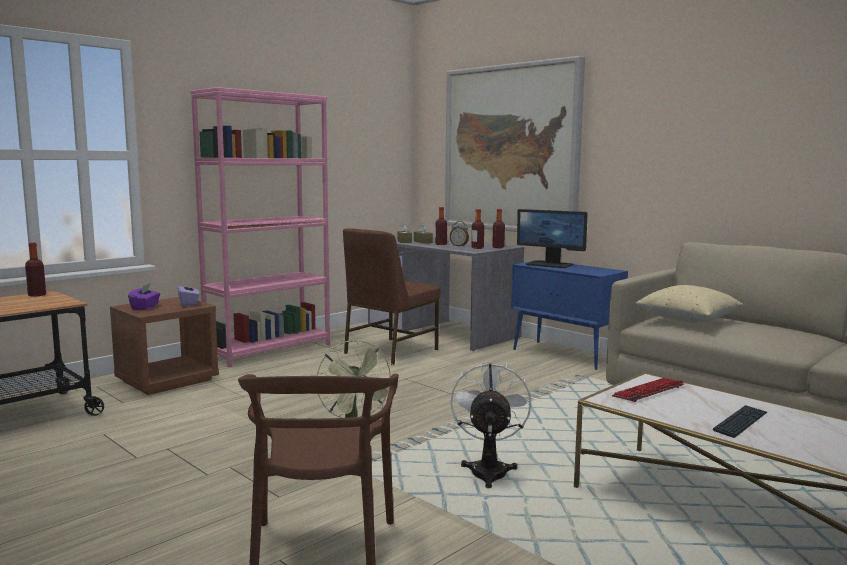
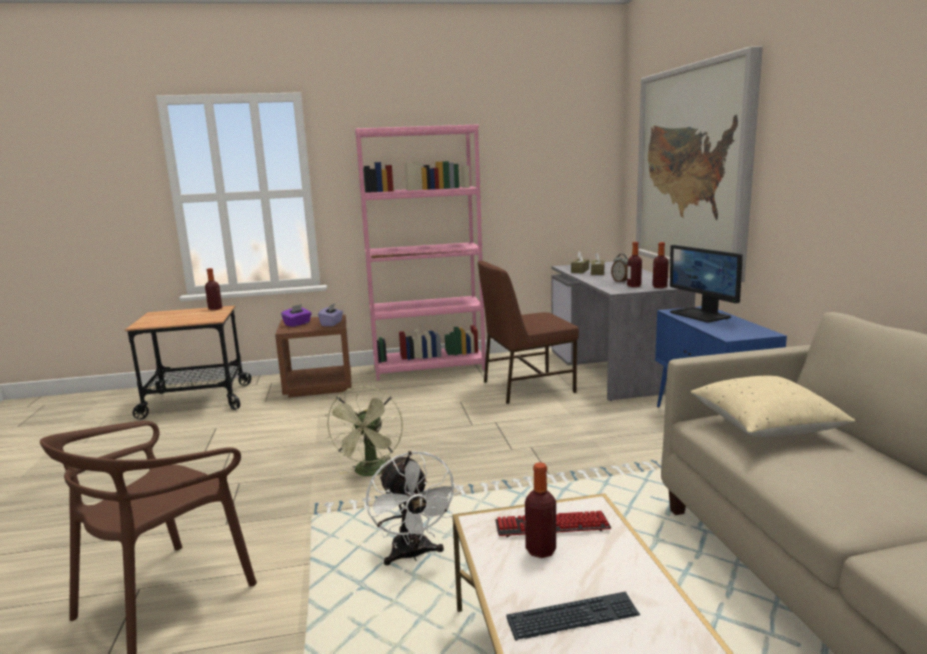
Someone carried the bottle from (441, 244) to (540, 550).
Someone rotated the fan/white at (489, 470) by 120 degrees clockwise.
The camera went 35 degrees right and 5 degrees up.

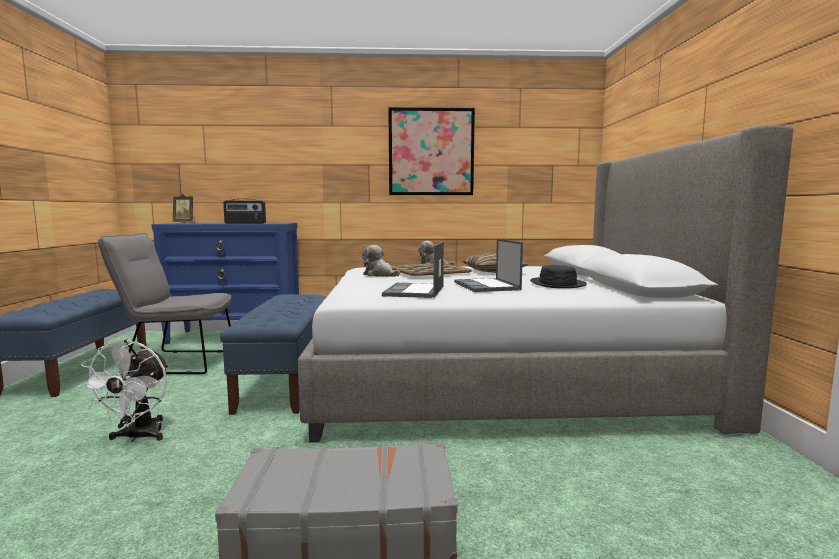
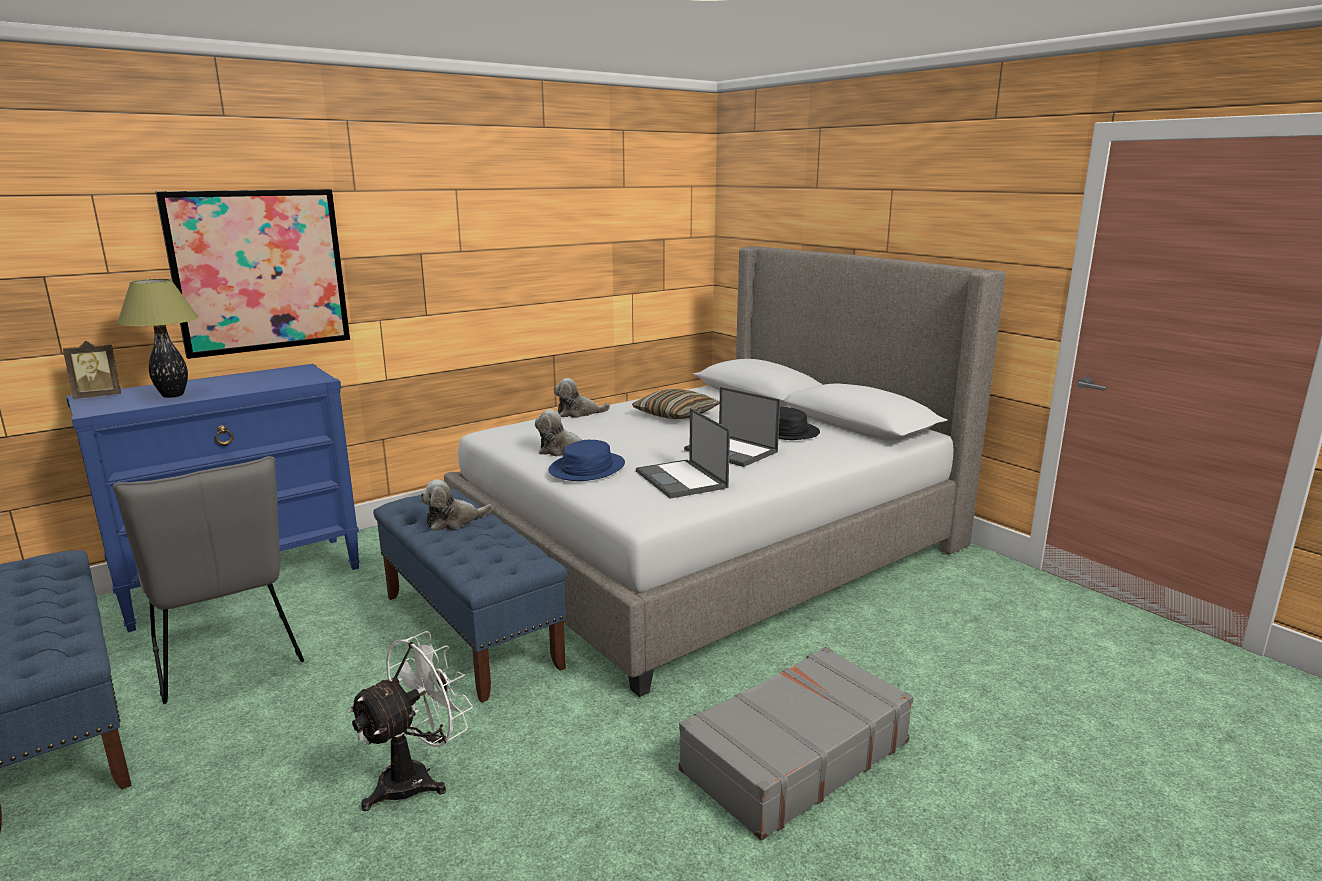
Someone took away the radio at (245, 223).
Someone took away the tray at (428, 270).
Someone put down the table lamp at (173, 395).
Someone put down the plush toy at (453, 521).
Someone put down the hat/blue at (587, 468).
Someone carried the picture from (431, 152) to (259, 271).
Someone rotated the fan/white at (138, 437) by 105 degrees counterclockwise.
Someone rotated the chair/grey at (175, 362) by 90 degrees counterclockwise.
The camera went 35 degrees left and 10 degrees up.

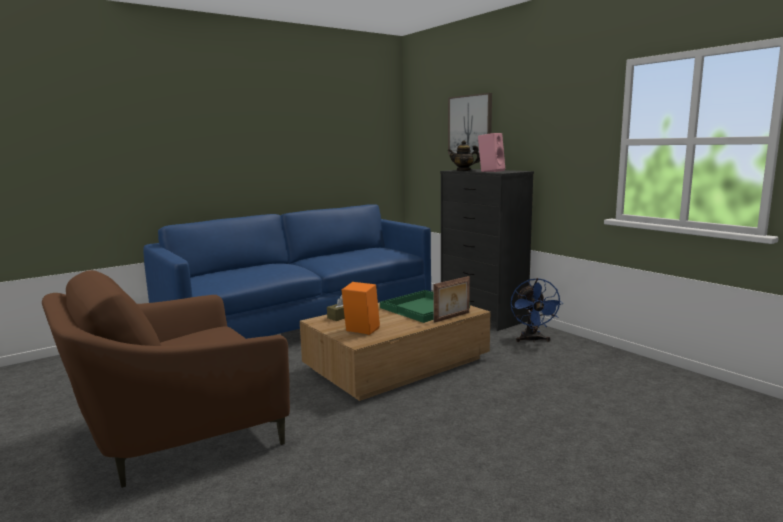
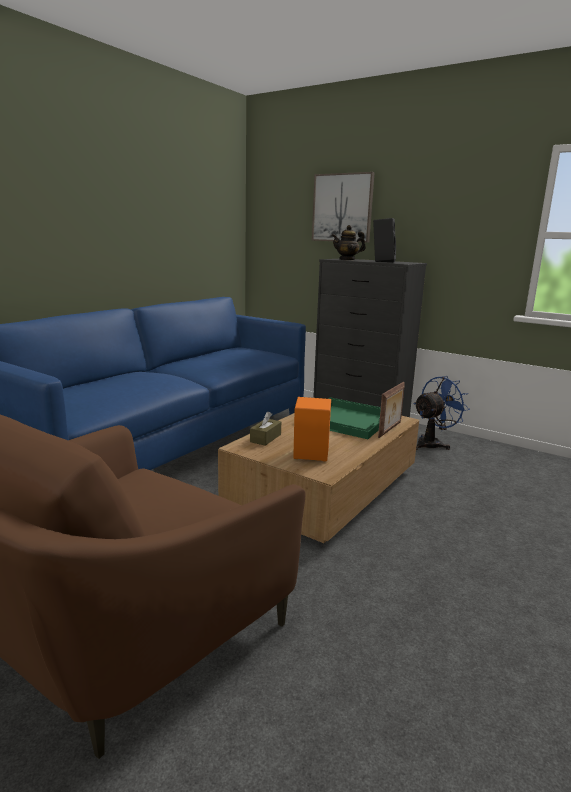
Someone repainted the speaker/pink at (491, 171), which became the speaker/black at (382, 261).
Someone rotated the fan/blue at (532, 340) by 105 degrees counterclockwise.
The camera went 20 degrees left and 5 degrees up.

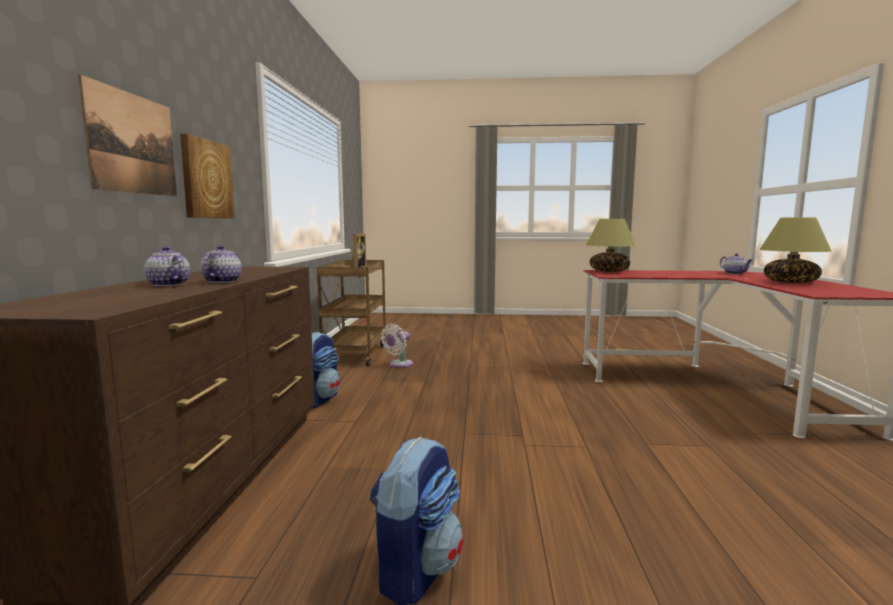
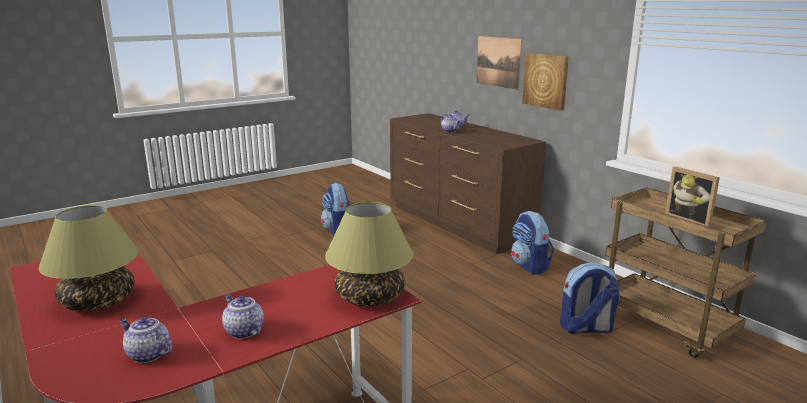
Someone put down the teapot at (243, 331).
Someone swapped the fan/white at (399, 364) for the backpack at (586, 328).
The camera went 140 degrees right and 10 degrees up.

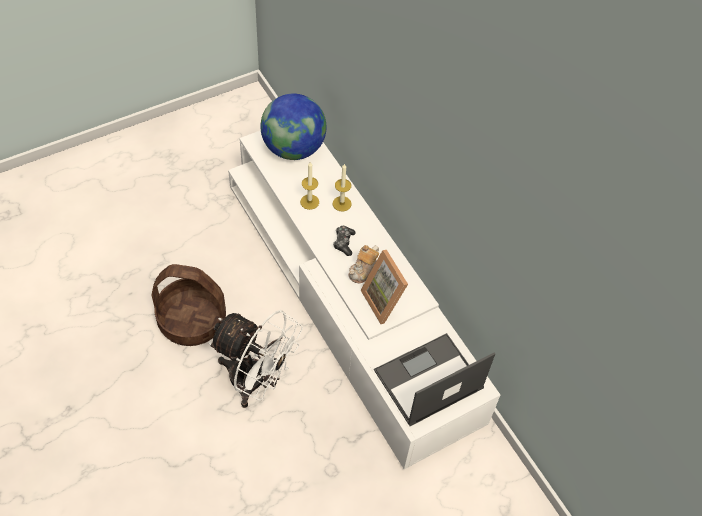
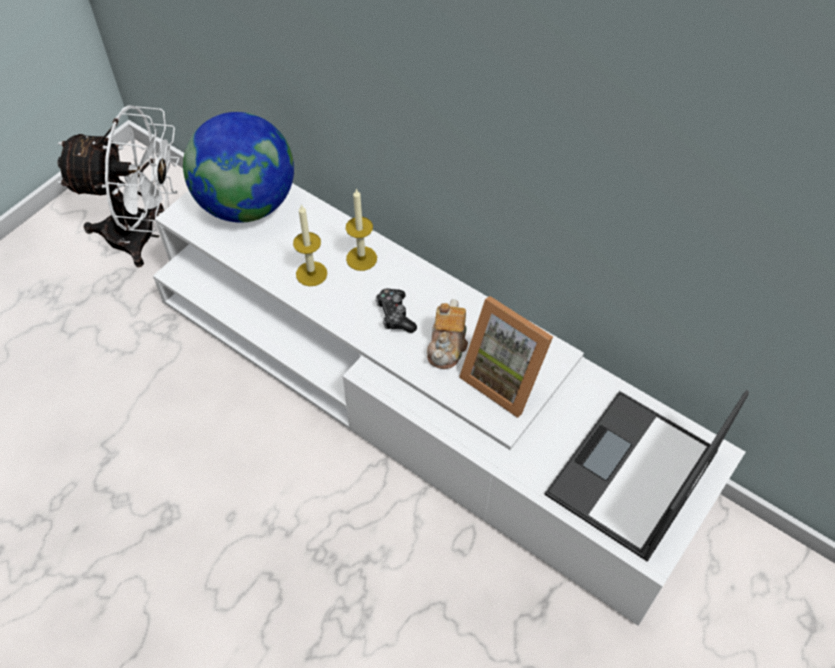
Someone took away the basket at (193, 319).
Someone carried the fan/white from (256, 382) to (144, 236).
The camera went 20 degrees left and 0 degrees up.

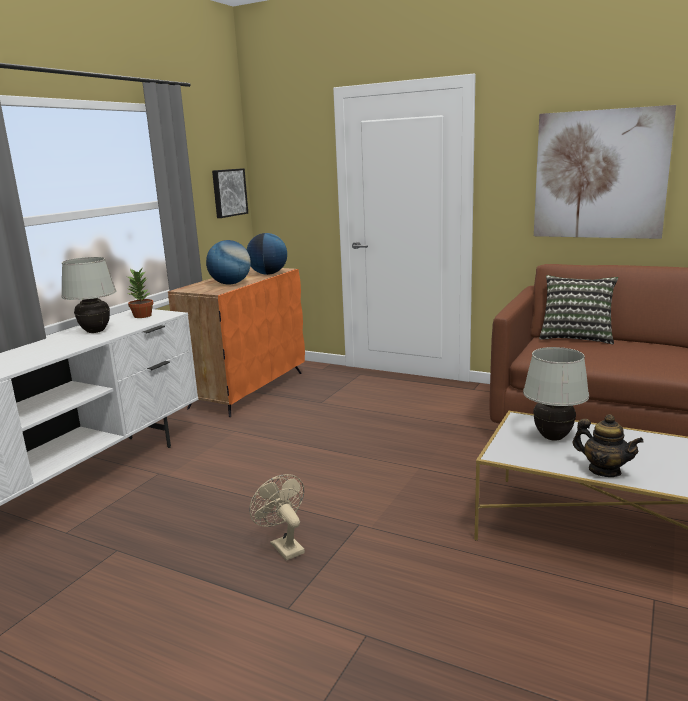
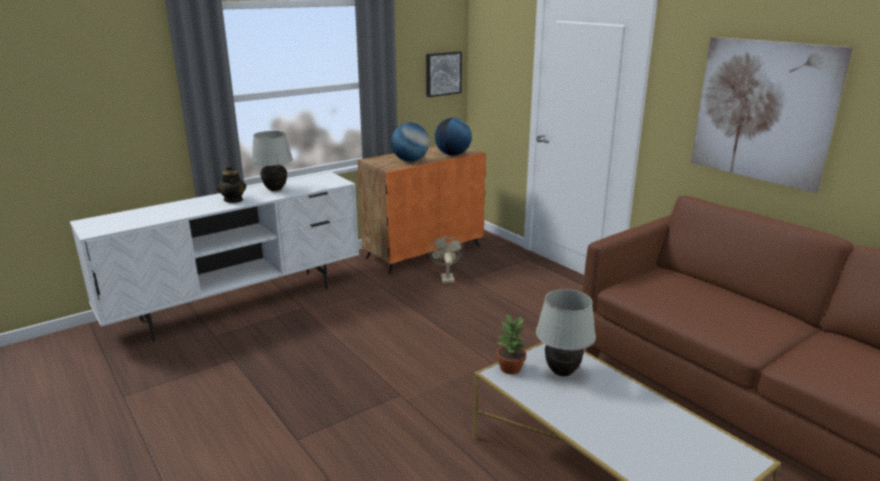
Someone took away the pillow at (576, 337).
Someone carried the potted plant from (142, 316) to (510, 368).
Someone carried the fan/beige from (283, 546) to (446, 277).
Someone carried the teapot from (604, 471) to (233, 200).
The camera went 25 degrees right and 5 degrees up.

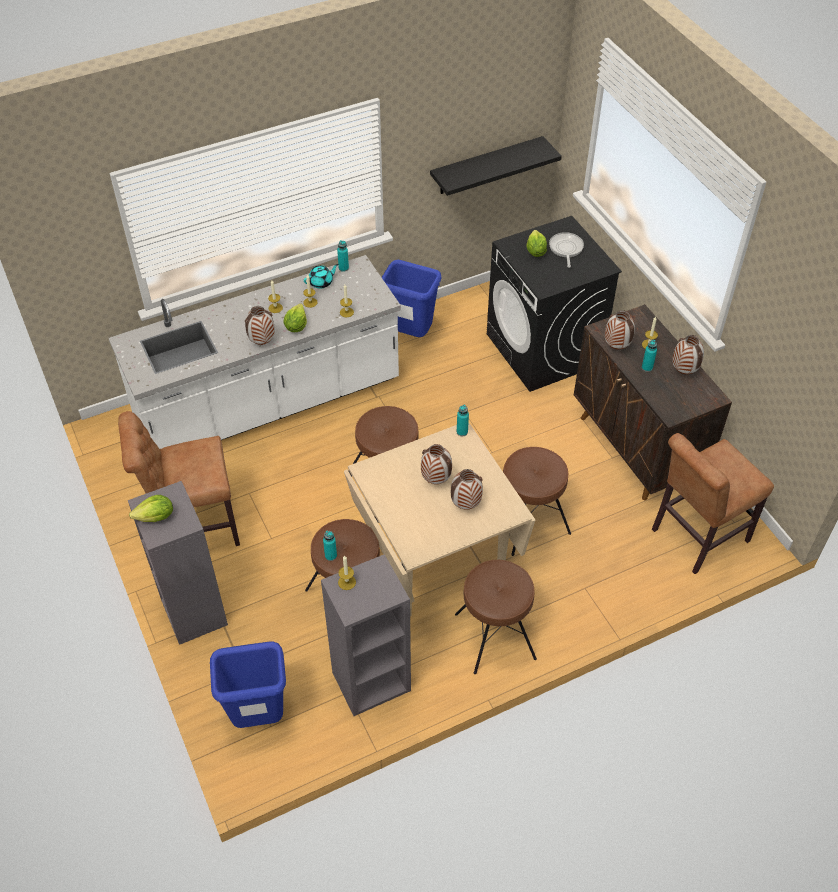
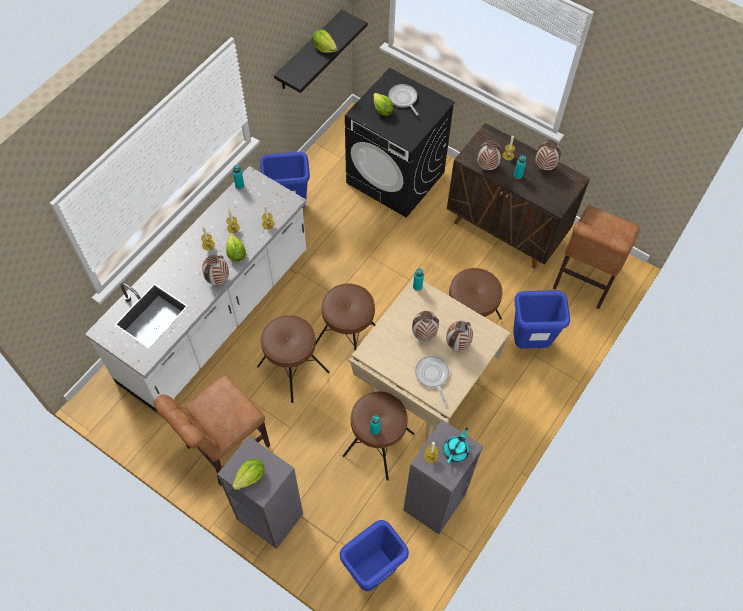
Someone put down the lettuce at (324, 48).
Someone put down the frying pan at (432, 375).
Someone put down the trash can/blue at (530, 343).
Someone carried the teapot/turquoise from (321, 282) to (456, 450).
Someone carried the stool/brown from (494, 636) to (292, 369).
The camera went 30 degrees left and 10 degrees up.

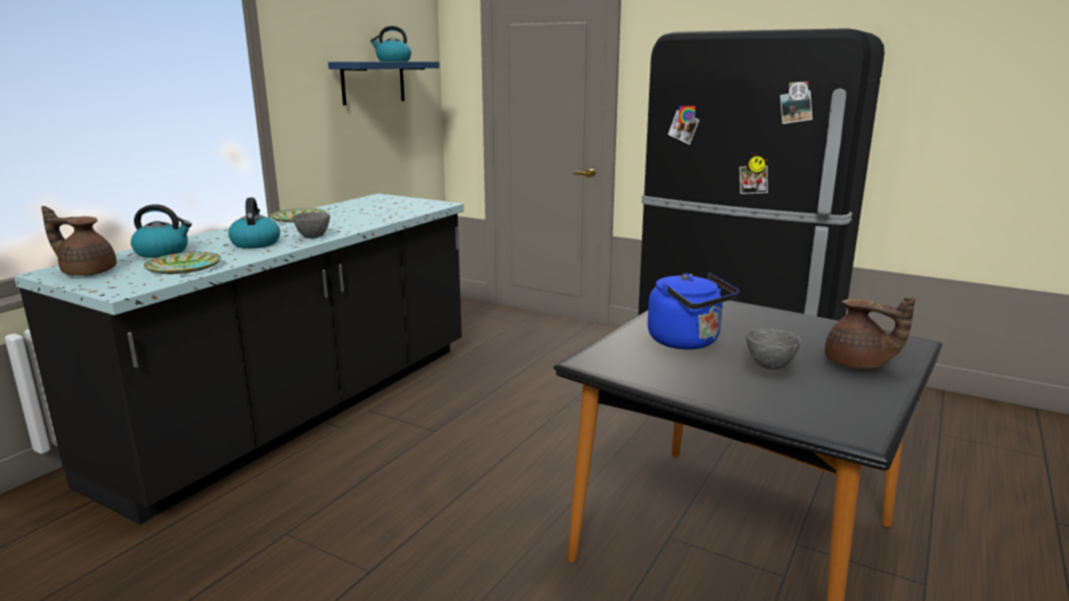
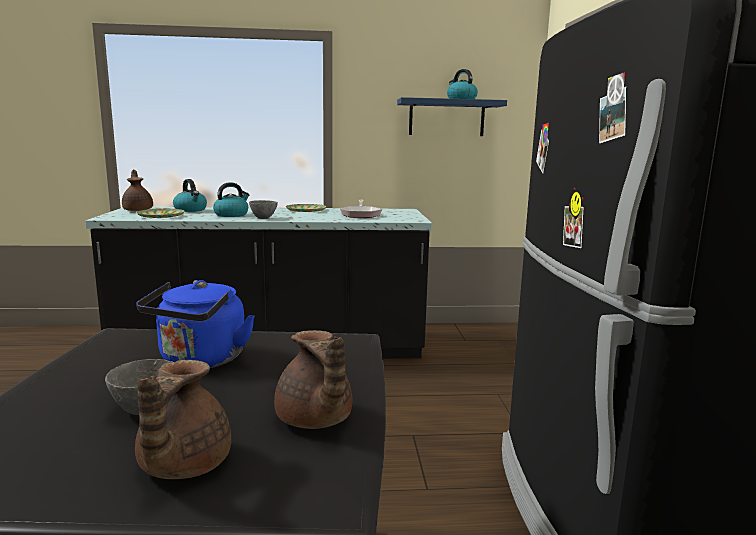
Someone put down the teapot/brown at (314, 420).
Someone put down the frying pan at (360, 214).
The camera went 55 degrees right and 5 degrees down.

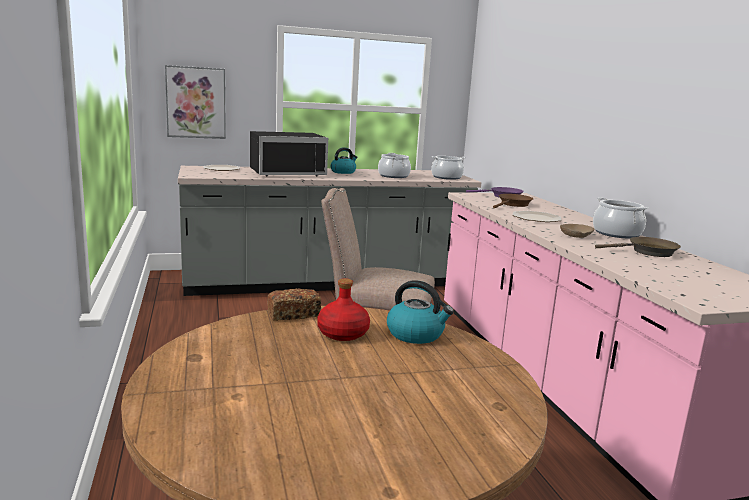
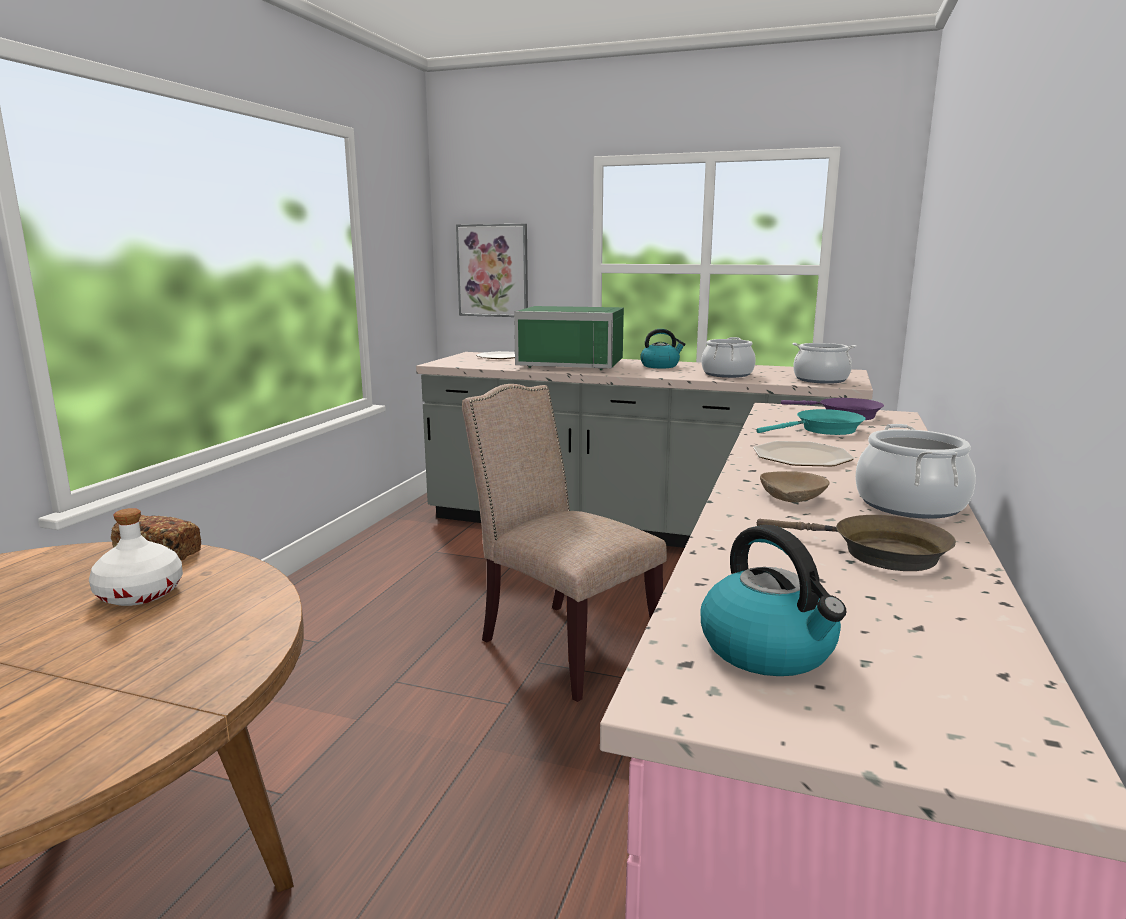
Someone carried the kettle from (416, 334) to (769, 650).
Someone repainted the microwave/black at (286, 172), which became the microwave/green at (573, 364).
Someone repainted the bottle/red at (343, 333), which became the bottle/white at (141, 594).
Someone repainted the frying pan/brown at (513, 204), which became the frying pan/turquoise at (824, 430).
The camera went 35 degrees right and 0 degrees up.

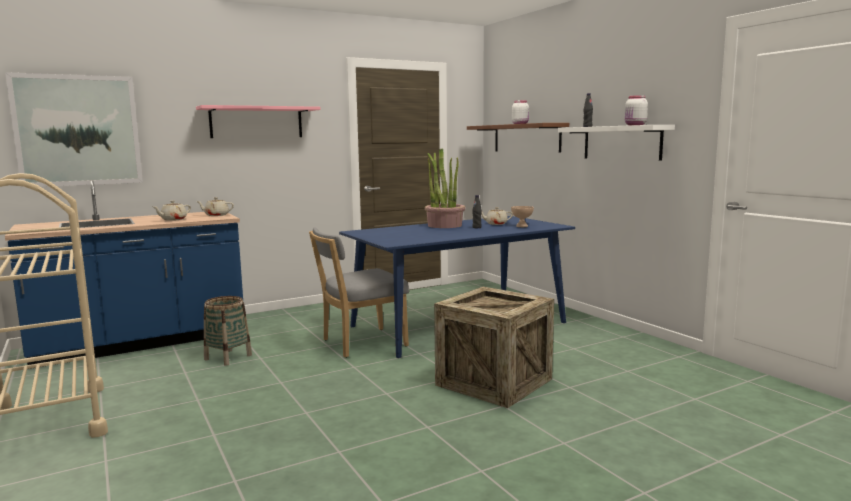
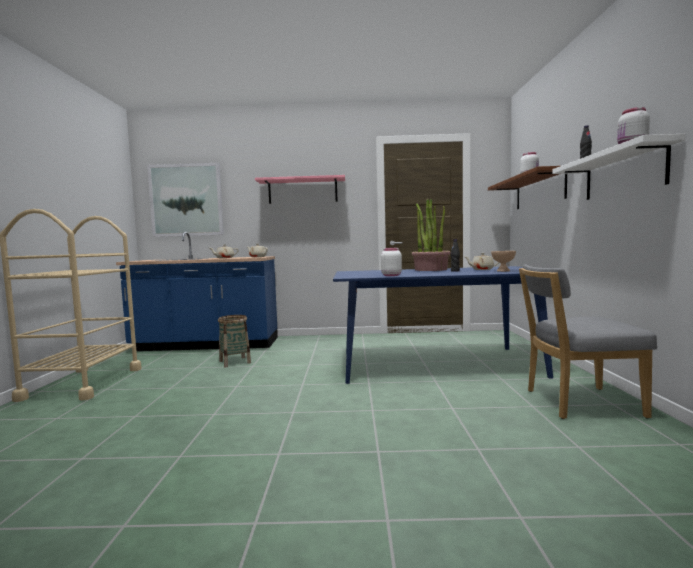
Someone took away the crate at (494, 382).
Someone put down the jar/white at (391, 275).
Someone carried the chair/grey from (360, 343) to (577, 403).
The camera went 30 degrees right and 5 degrees down.

